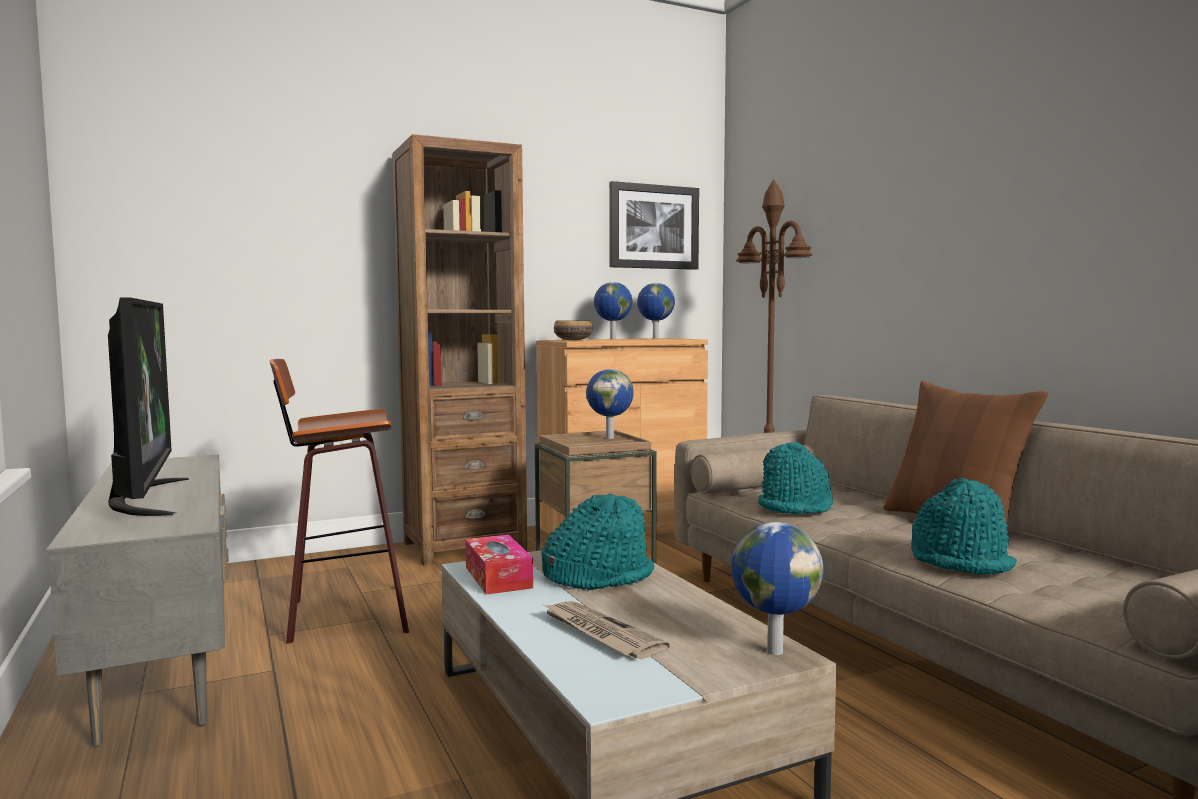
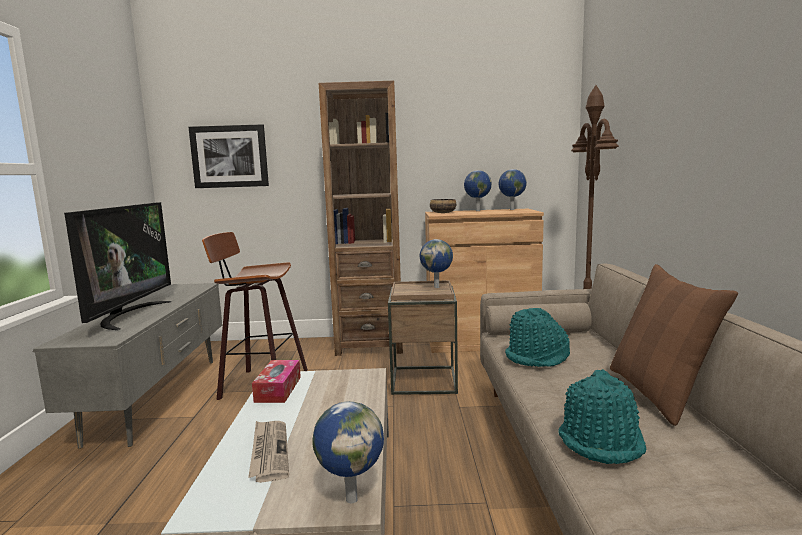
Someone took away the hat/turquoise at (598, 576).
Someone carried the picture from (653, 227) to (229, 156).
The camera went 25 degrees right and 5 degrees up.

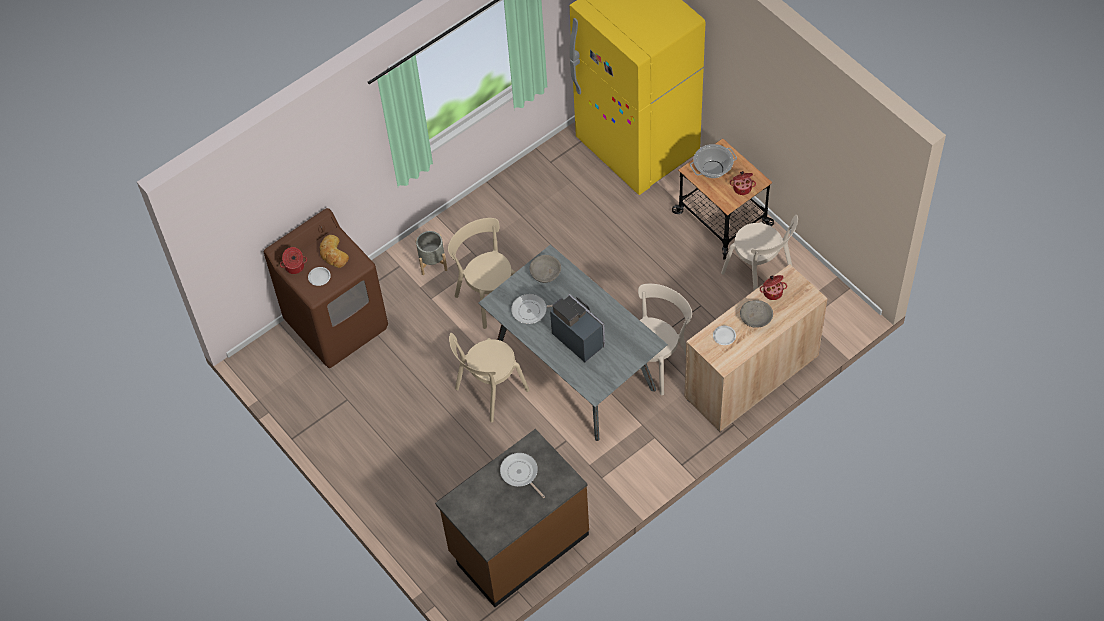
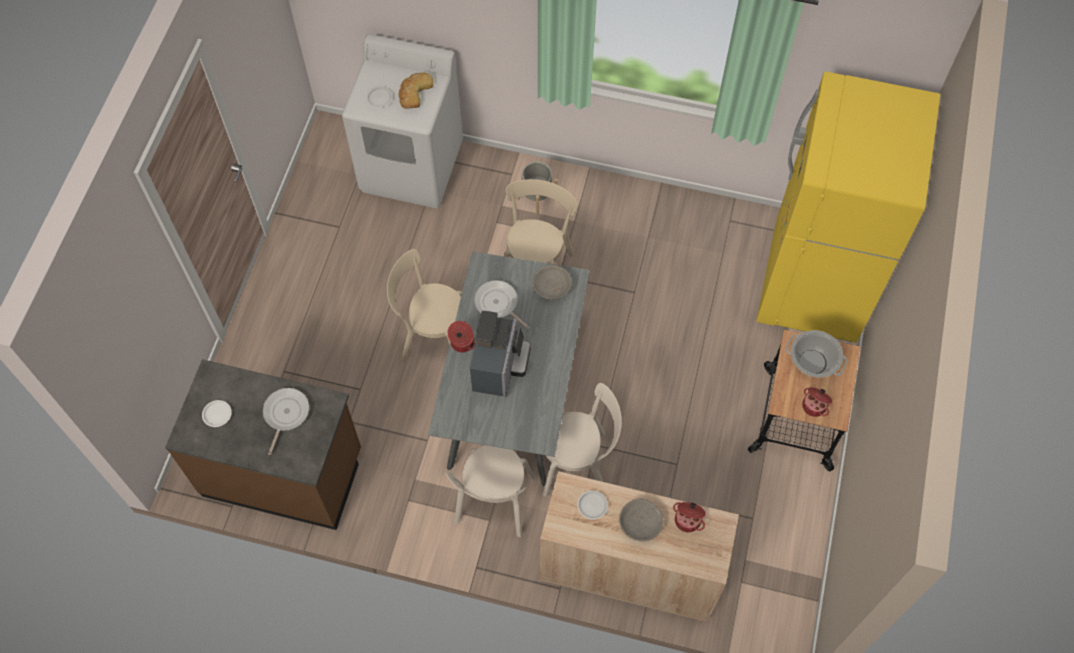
Someone put down the plate/white at (217, 414).
Someone carried the cooking pot from (295, 267) to (462, 343).
Someone carried the chair/beige from (759, 275) to (493, 504).
Someone repainted the washing machine/brown at (337, 324), which became the washing machine/white at (412, 167).
The camera went 50 degrees right and 5 degrees up.

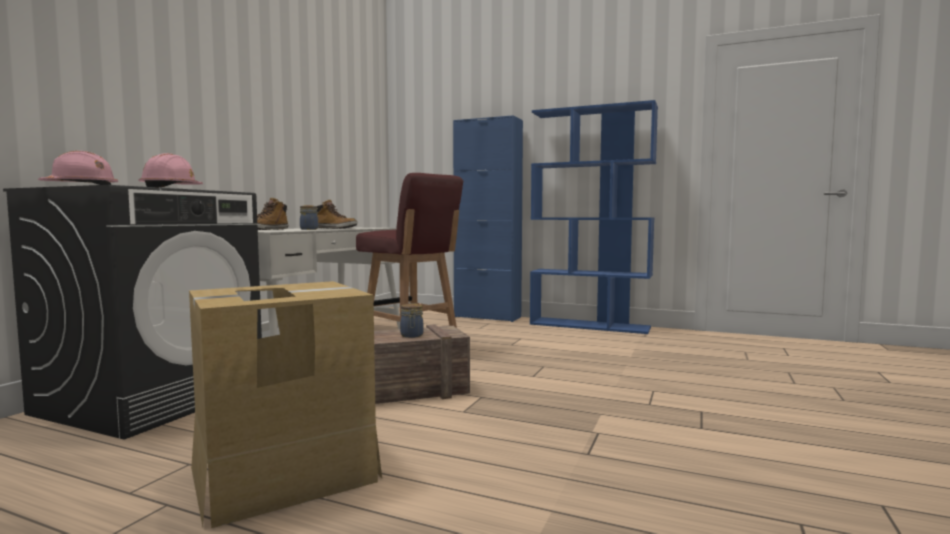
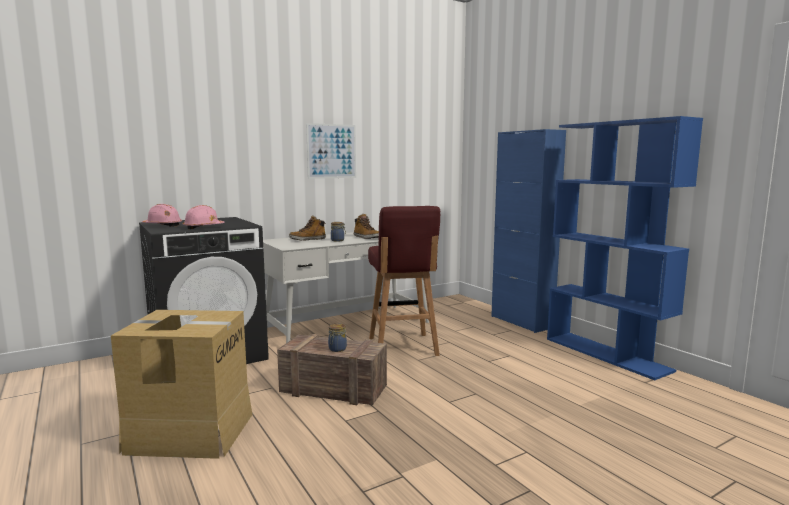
Someone put up the picture at (331, 151).
The camera went 35 degrees right and 5 degrees up.

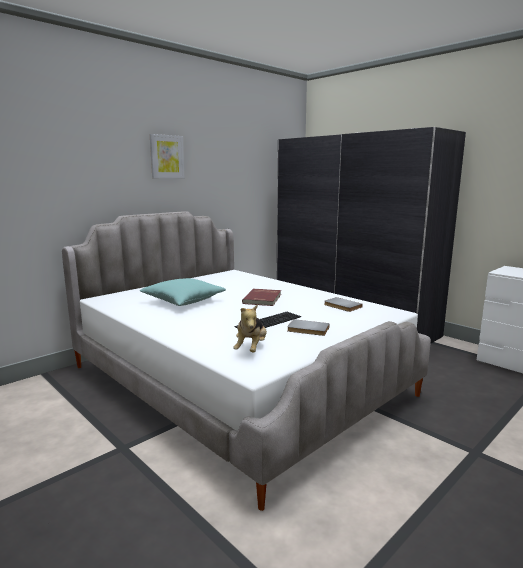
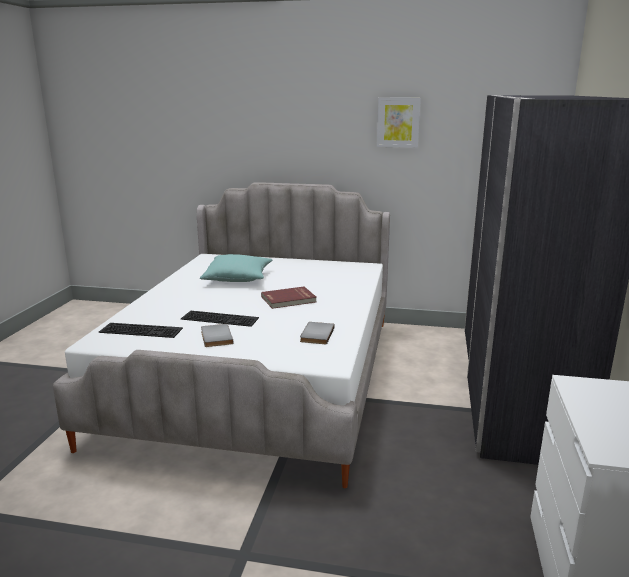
Someone carried the picture from (166, 156) to (398, 122).
Someone swapped the plush toy at (251, 349) for the keyboard at (142, 330).
The camera went 55 degrees right and 5 degrees up.

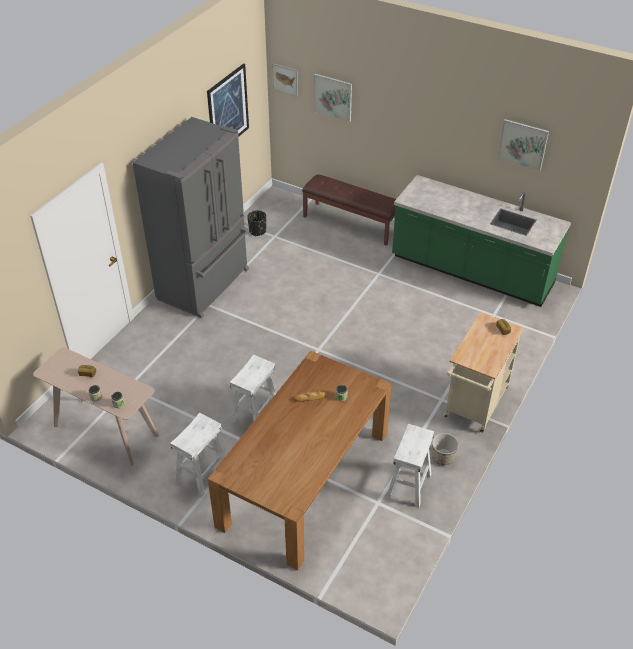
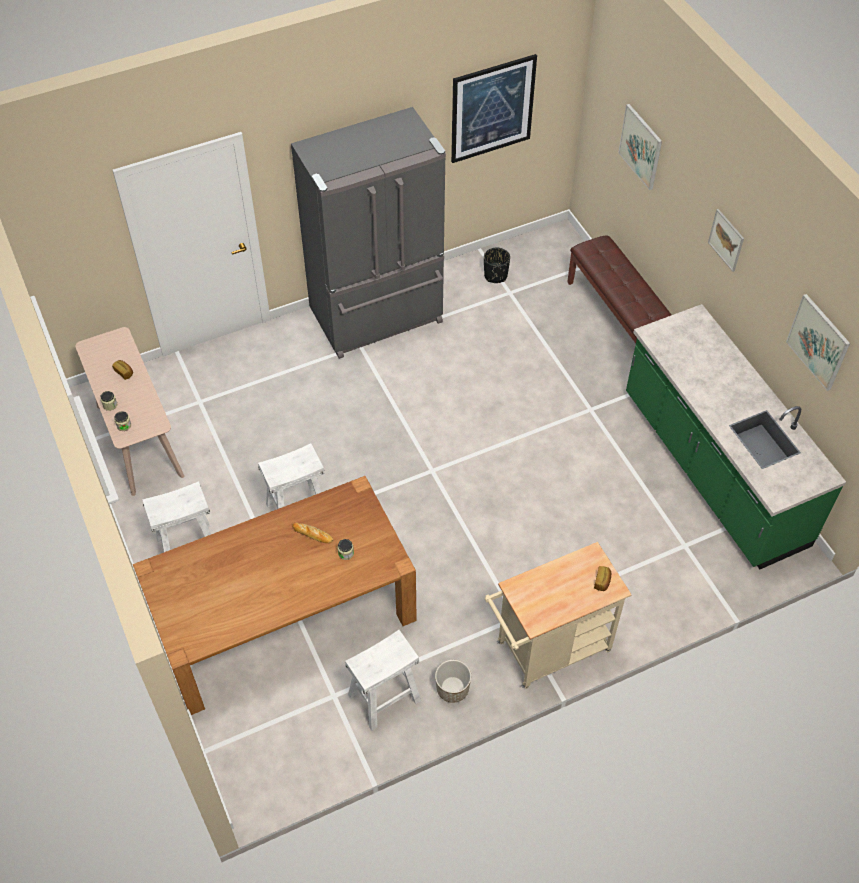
Someone carried the picture from (285, 79) to (726, 240).
The camera went 35 degrees right and 10 degrees up.

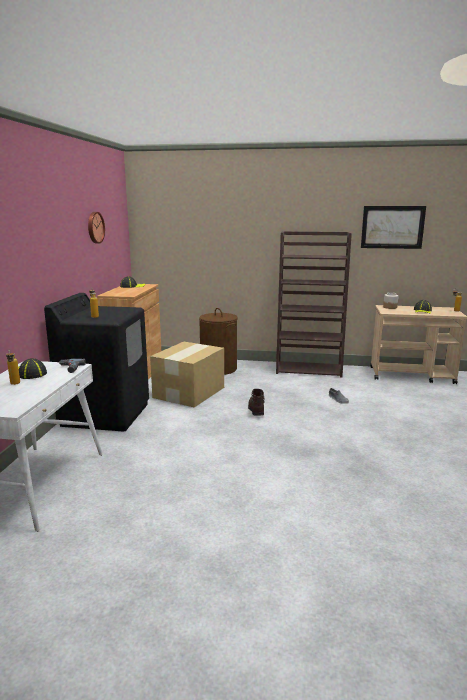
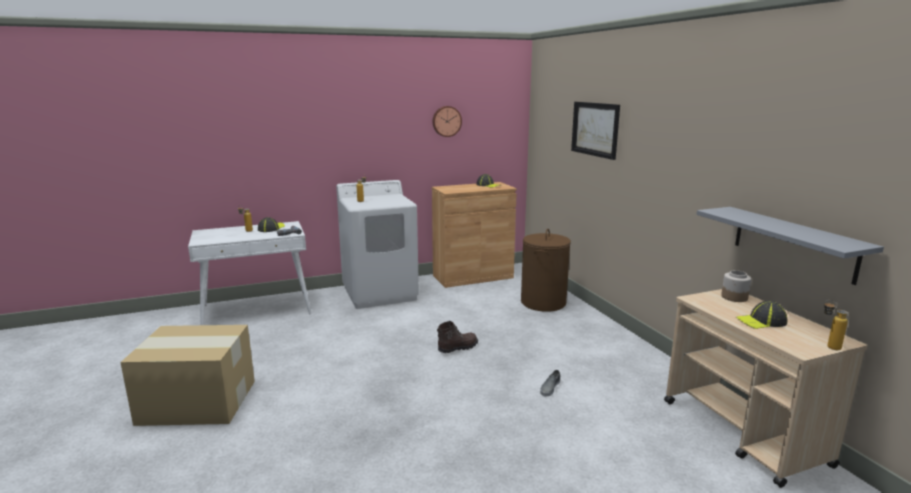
Someone took away the bookcase/brown at (309, 369).
Someone put up the shelf/grey at (793, 243).
Someone carried the cardboard box from (190, 392) to (199, 402).
Someone carried the picture from (392, 227) to (595, 129).
Someone repainted the washing machine/black at (106, 414), which became the washing machine/white at (380, 293).
The camera went 60 degrees right and 0 degrees up.

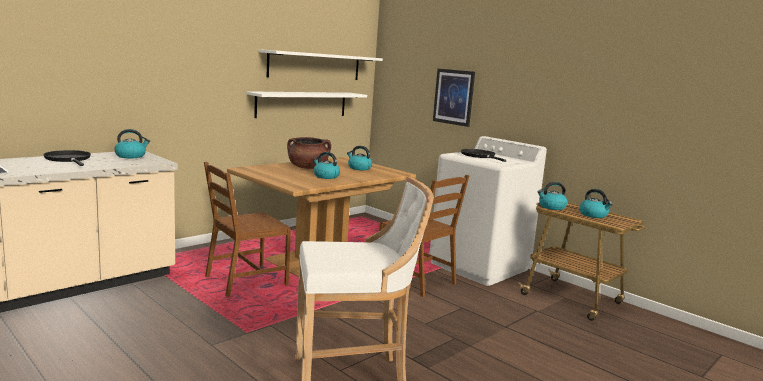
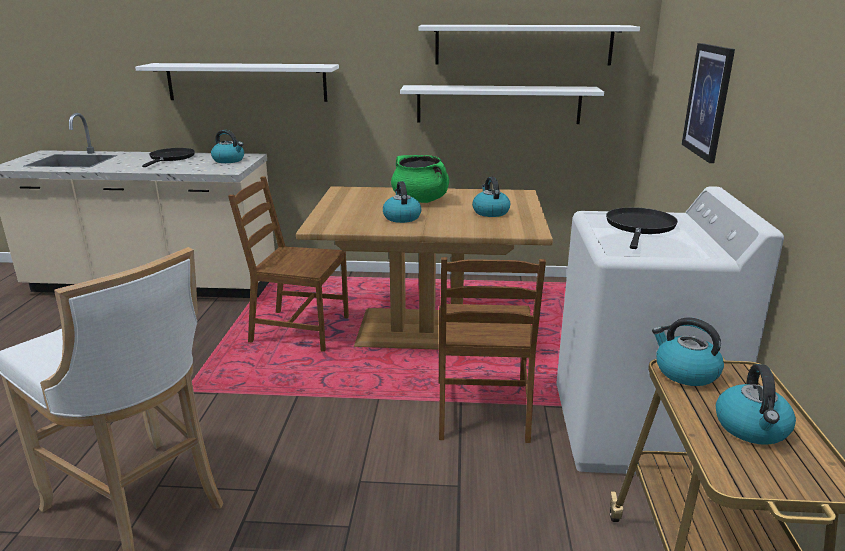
Someone put up the shelf/white at (246, 82).
Someone repainted the cooking pot/brown at (308, 168), which became the cooking pot/green at (420, 200).
The camera went 50 degrees right and 10 degrees up.

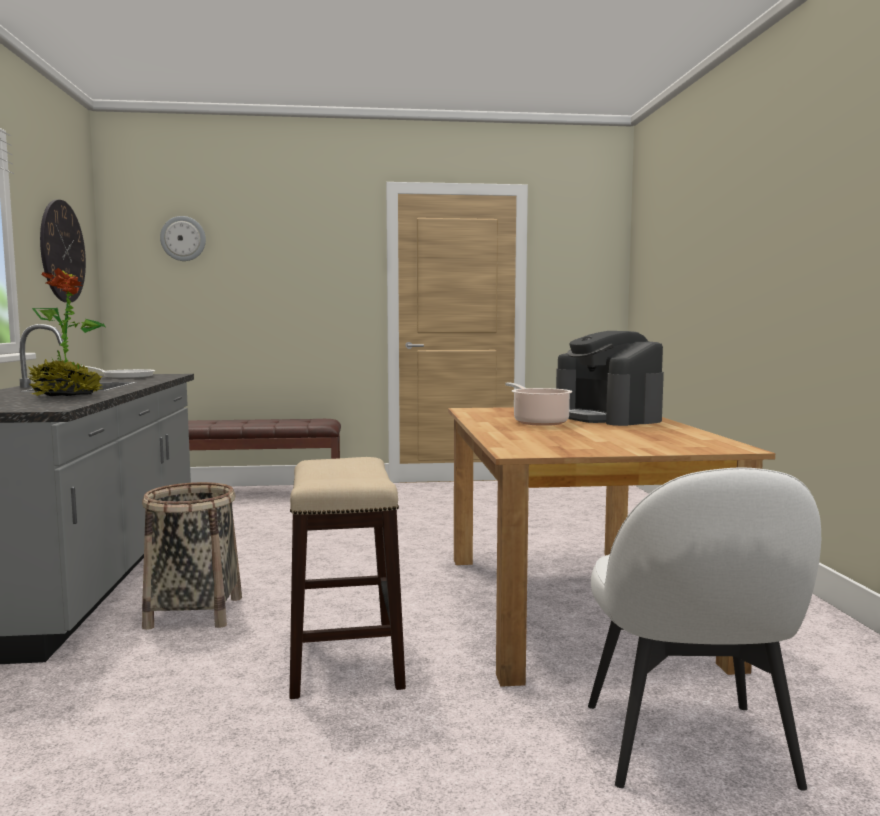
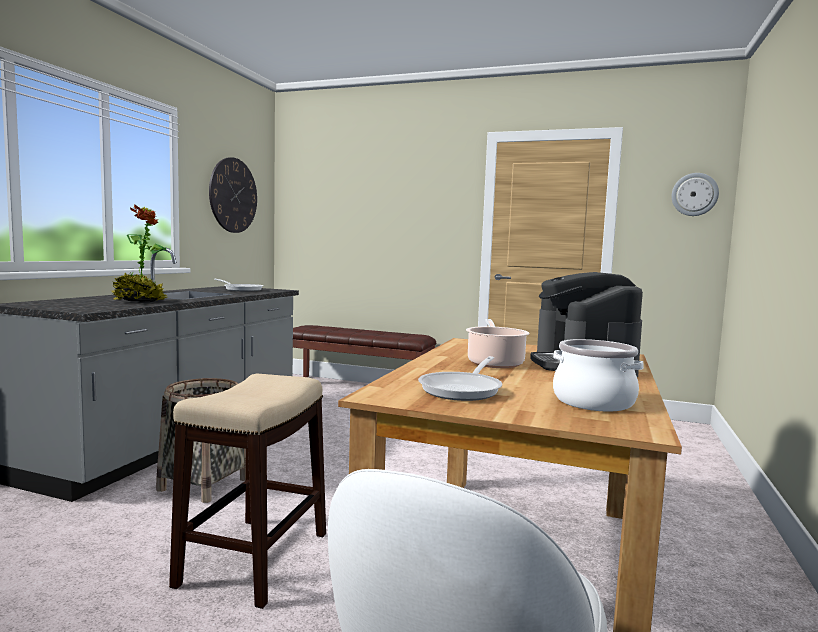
Someone put down the frying pan at (463, 389).
Someone put down the cooking pot at (593, 402).
Someone carried the wall clock from (183, 238) to (694, 194).
The camera went 25 degrees right and 0 degrees up.

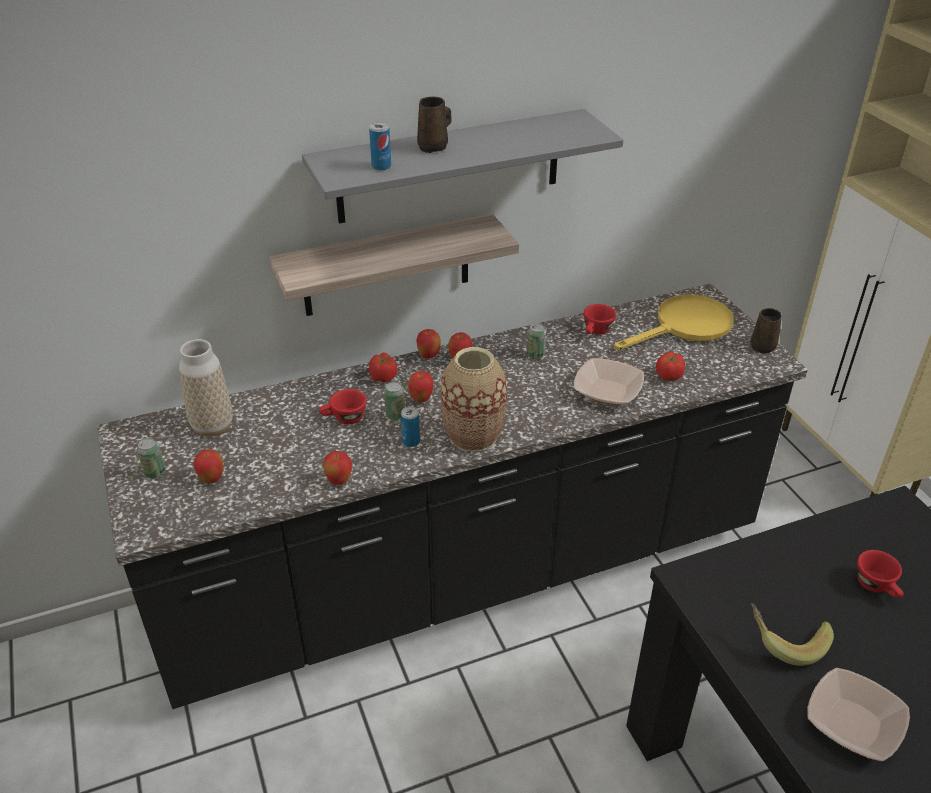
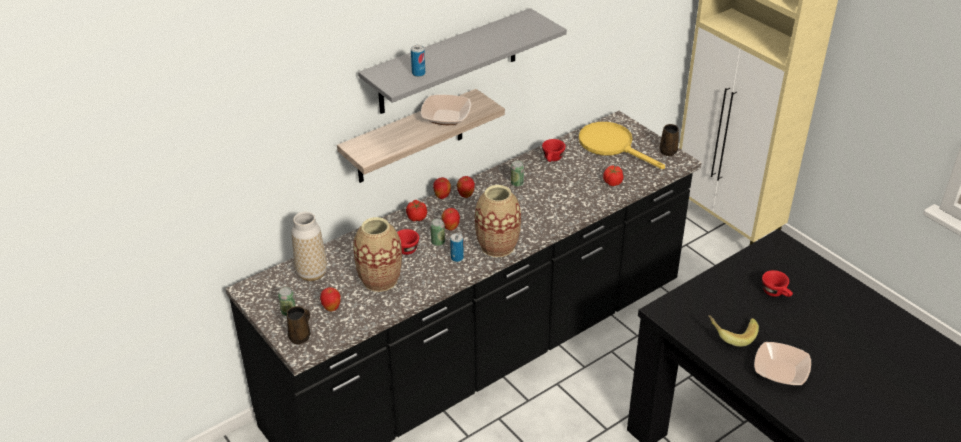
Someone took away the apple at (339, 481).
Someone put down the vase at (380, 279).
Someone carried the mug/brown from (434, 147) to (300, 336).
Someone carried the bowl from (607, 392) to (446, 117).
Someone rotated the frying pan/yellow at (685, 326) by 90 degrees counterclockwise.
The camera went 15 degrees left and 0 degrees up.

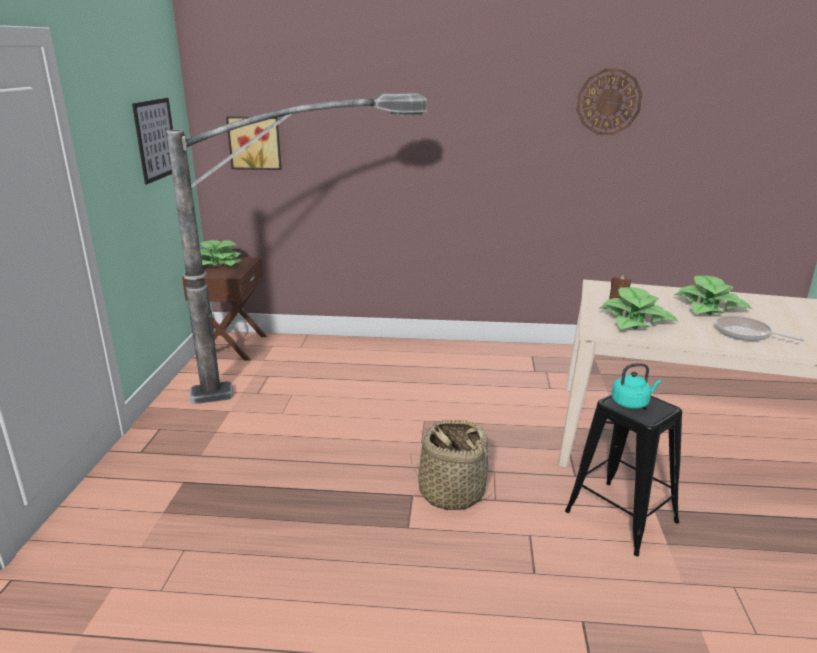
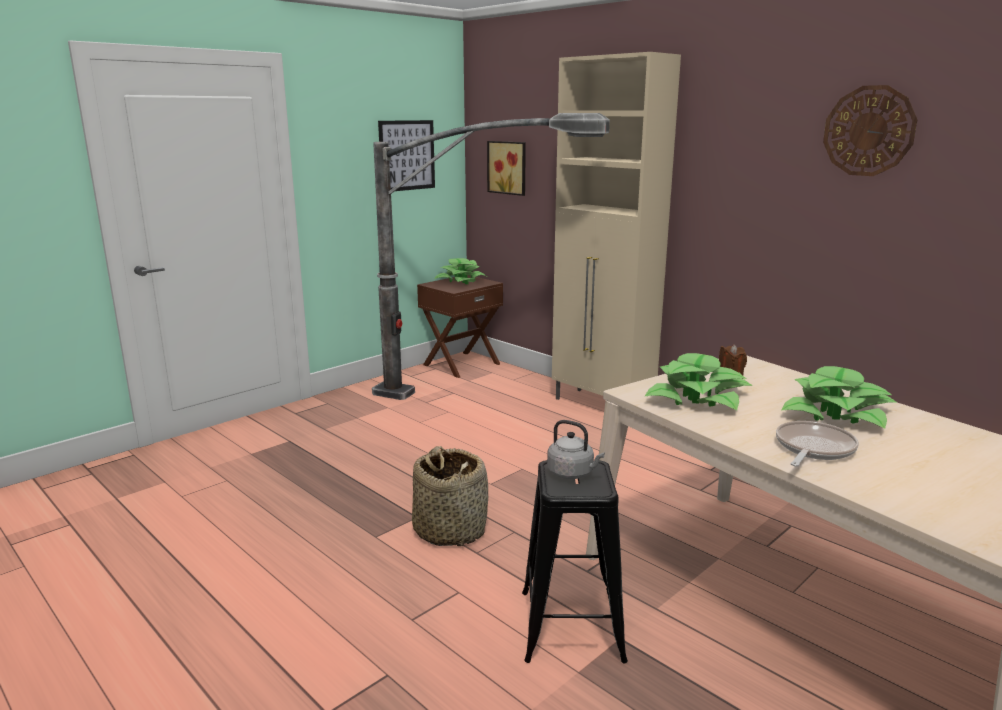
Someone put down the cabinet/beige at (602, 406).
Someone repainted the kettle/turquoise at (631, 403), which became the kettle/grey at (572, 473).
Someone rotated the frying pan at (745, 334) by 45 degrees clockwise.
The camera went 40 degrees right and 5 degrees down.

